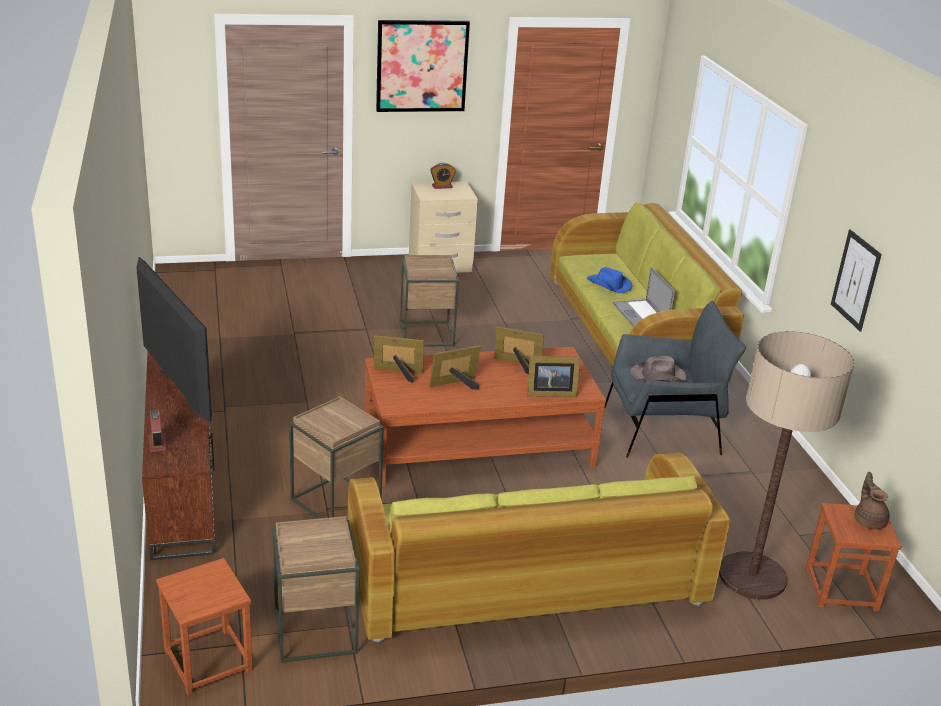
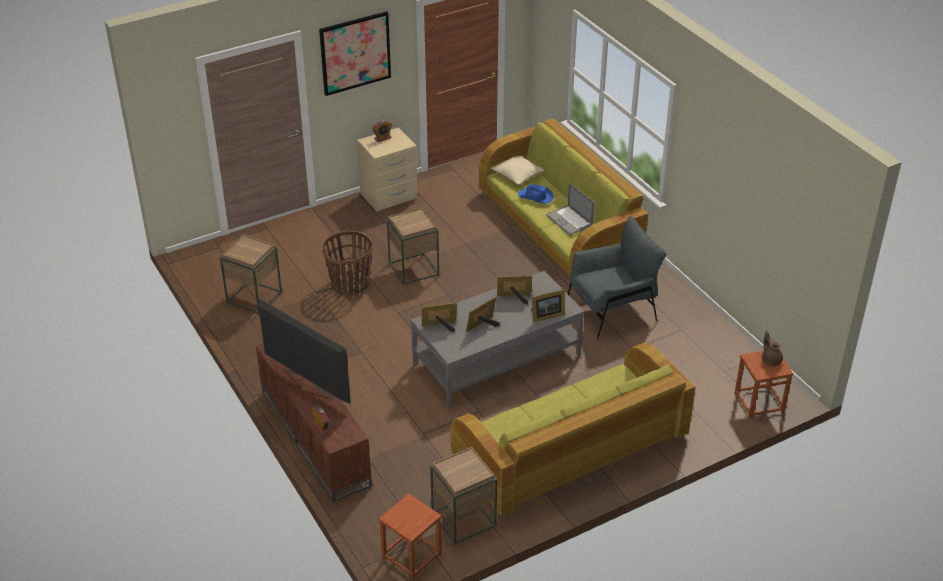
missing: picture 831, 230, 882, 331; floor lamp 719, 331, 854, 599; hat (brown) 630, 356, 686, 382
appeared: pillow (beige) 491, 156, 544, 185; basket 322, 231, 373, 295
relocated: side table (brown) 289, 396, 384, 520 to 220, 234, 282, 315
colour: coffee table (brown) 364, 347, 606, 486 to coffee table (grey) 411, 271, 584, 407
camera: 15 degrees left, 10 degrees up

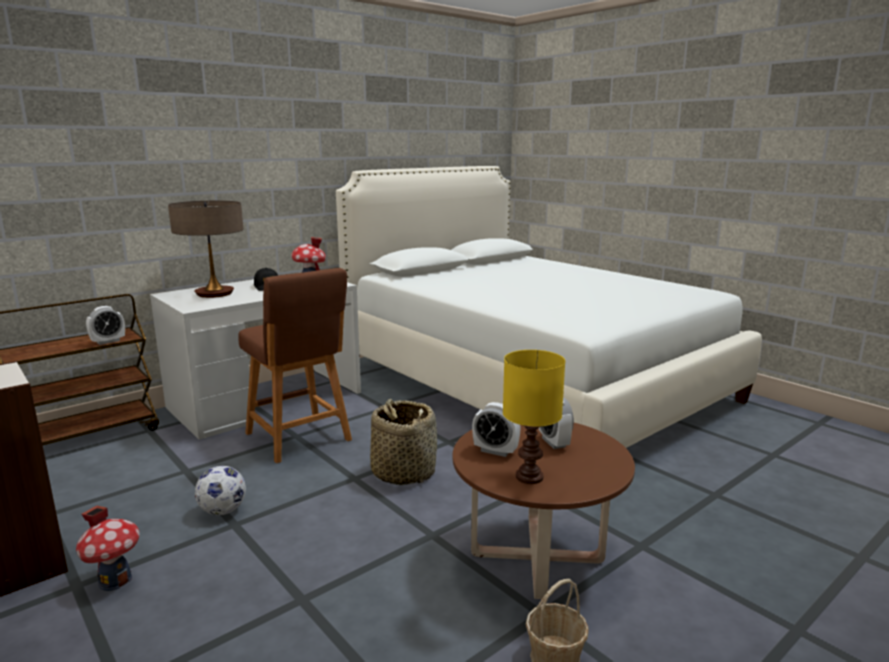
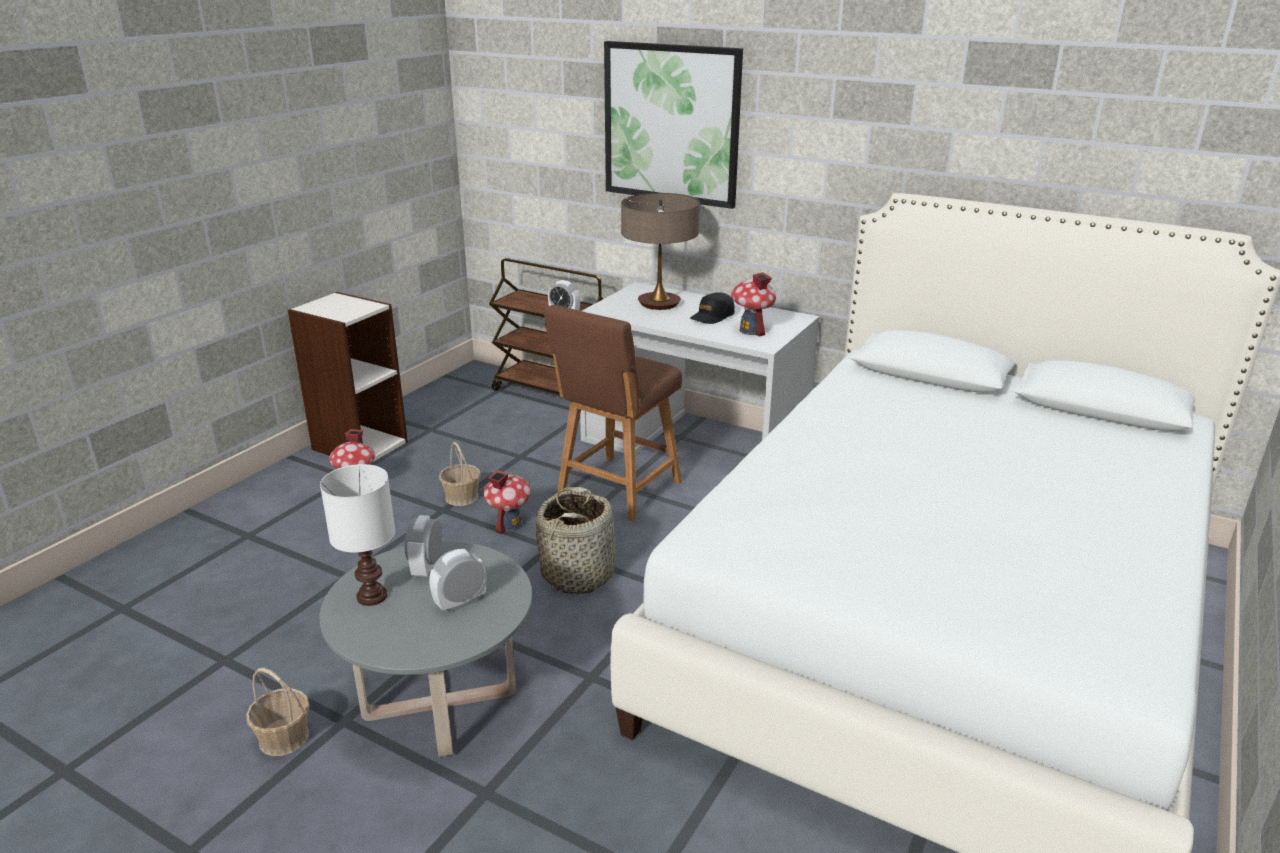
appeared: picture 604, 41, 743, 209; toy house 483, 470, 531, 534
exchanged: football 195, 466, 246, 515 to basket 439, 442, 481, 506
colour: table lamp (yellow) 503, 350, 565, 484 to table lamp (white) 320, 464, 395, 606; coffee table (brown) 453, 423, 635, 599 to coffee table (grey) 319, 541, 532, 757
camera: 70 degrees right, 10 degrees up

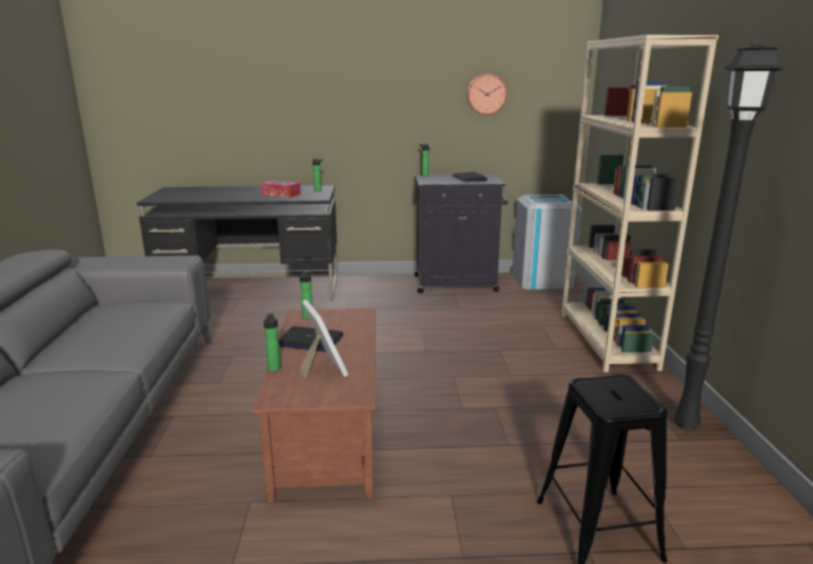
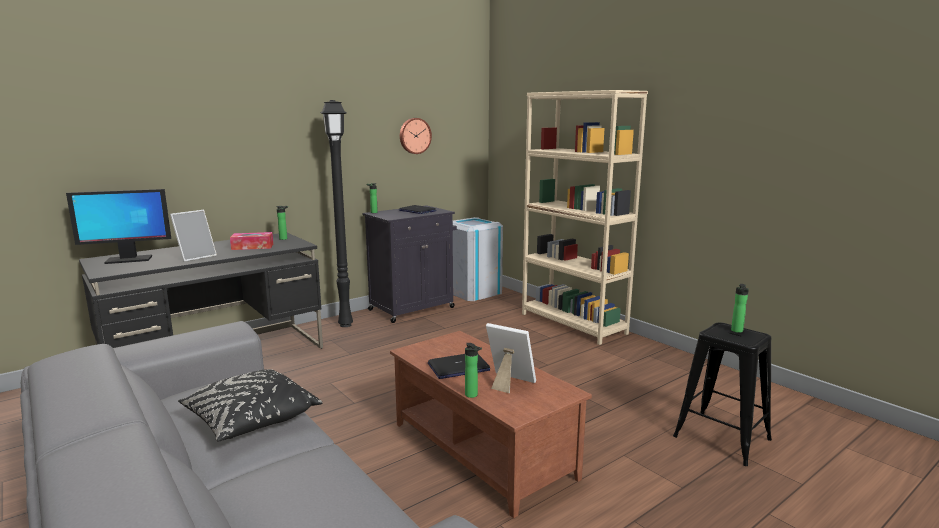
appeared: monitor 66, 189, 171, 264; picture frame 170, 210, 217, 262; pillow (black) 178, 369, 323, 442
relocated: floor lamp (black) 674, 44, 785, 430 to 320, 100, 353, 327; bottle 295, 271, 313, 319 to 731, 284, 749, 333
camera: 35 degrees left, 5 degrees down

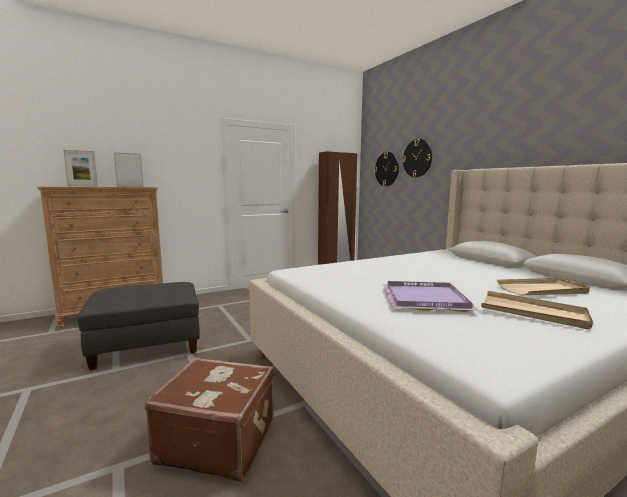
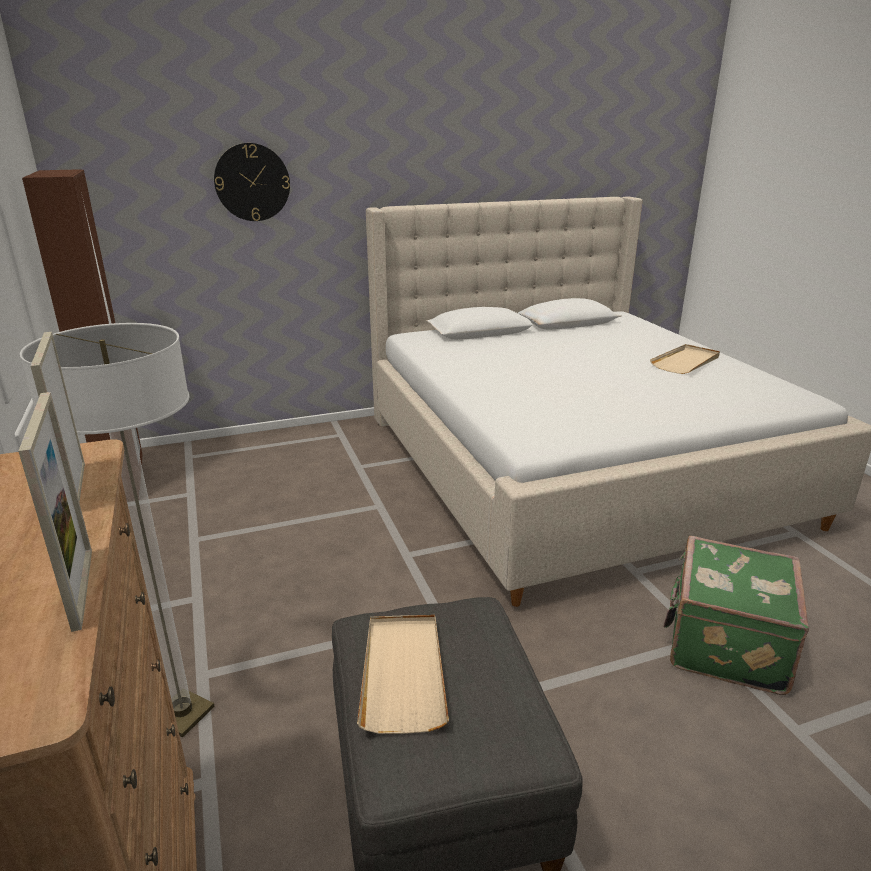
missing: wall clock 374, 152, 399, 186; tray (purple) 383, 281, 479, 312
appeared: floor lamp 20, 323, 215, 737
relocated: tray (beige) 497, 278, 590, 295 to 357, 615, 449, 734
colour: suitcase (brown) 145, 358, 274, 481 to suitcase (green) 663, 536, 809, 695
camera: 80 degrees left, 15 degrees up

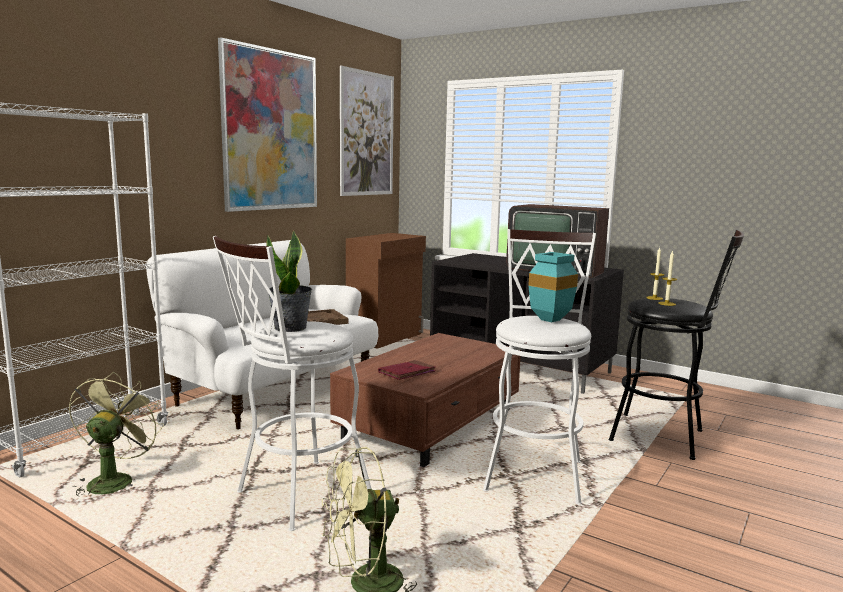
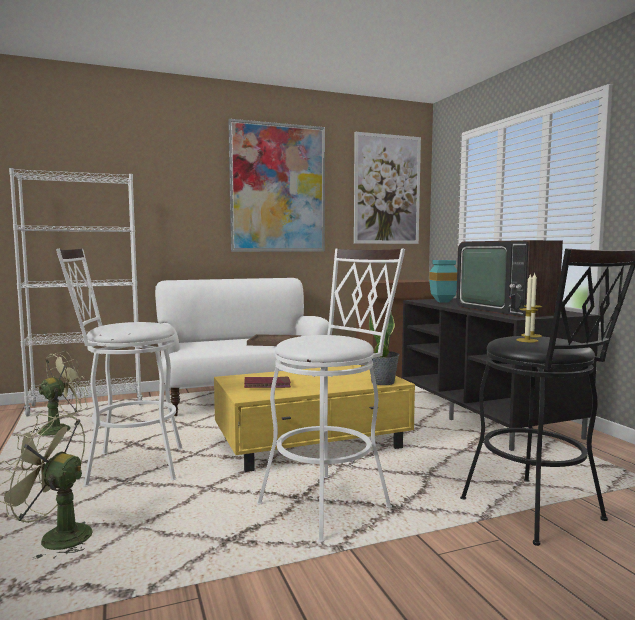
relocated: potted plant 266, 231, 312, 332 to 369, 311, 400, 385; vase (turquoise) 528, 252, 578, 323 to 429, 260, 457, 303
colour: coffee table (brown) 330, 333, 521, 467 to coffee table (yellow) 214, 365, 415, 472
camera: 35 degrees right, 5 degrees down

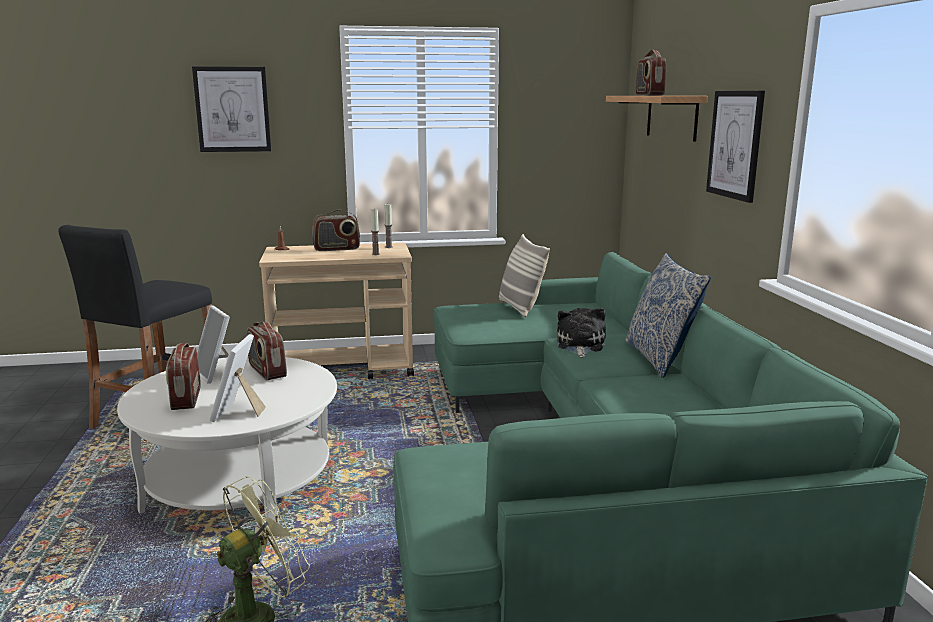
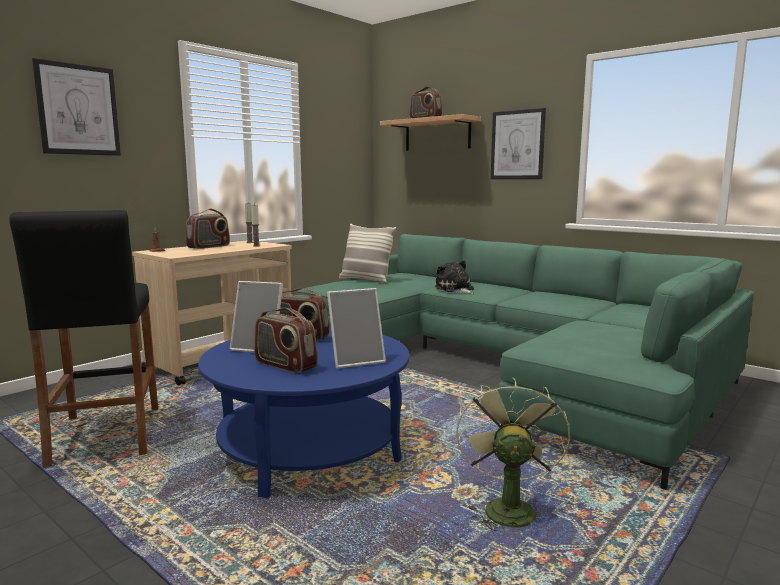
missing: pillow 625, 253, 711, 378
colour: coffee table (white) 117, 357, 337, 523 to coffee table (blue) 198, 327, 410, 498
spun: picture frame 210, 334, 266, 422 = 327, 288, 386, 369 75 degrees counterclockwise
camera: 40 degrees left, 5 degrees down

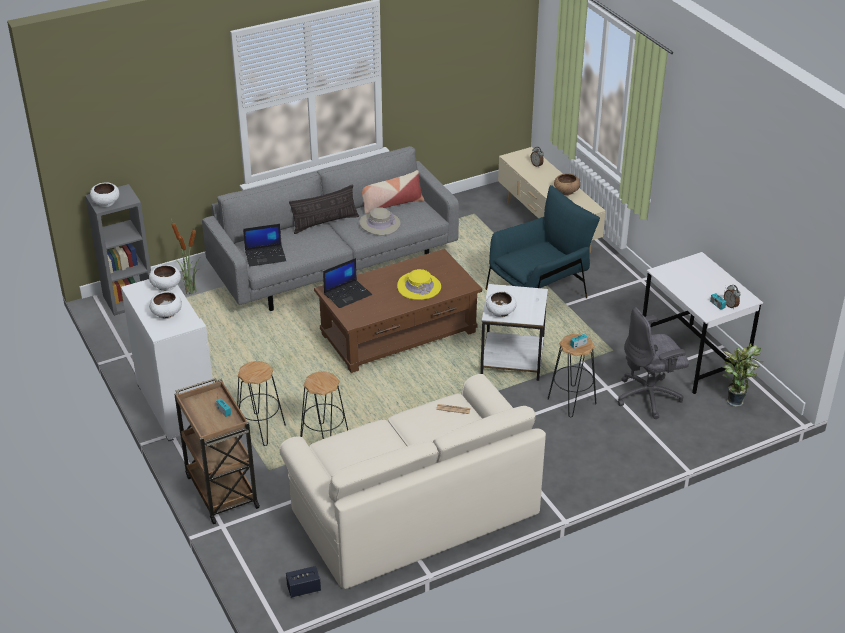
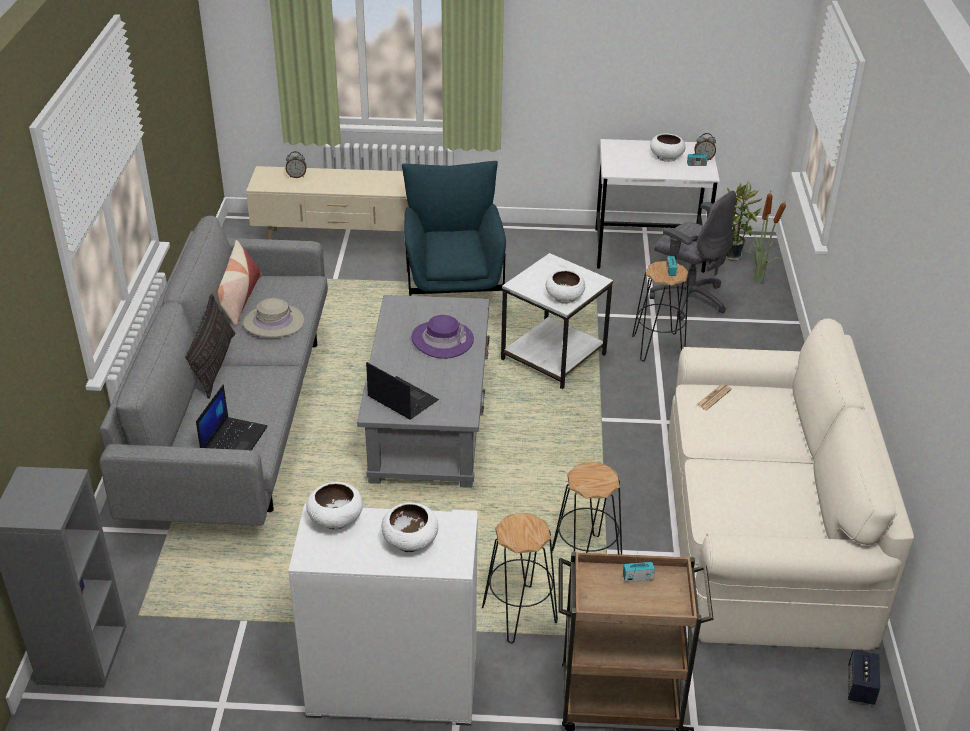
missing: bowl (brown) 554, 174, 580, 195
relocated: bowl (white) 90, 182, 120, 207 to 650, 133, 686, 162; potted plant 171, 219, 200, 294 to 746, 188, 787, 284
colour: coffee table (brown) 314, 249, 482, 373 to coffee table (grey) 357, 295, 490, 488; hat (yellow) 397, 269, 441, 300 to hat (purple) 412, 315, 474, 359
spun: laptop 323, 258, 372, 308 = 366, 362, 439, 420 45 degrees counterclockwise; office chair (grey) 618, 307, 689, 419 = 649, 191, 736, 321 60 degrees counterclockwise
camera: 60 degrees left, 0 degrees up

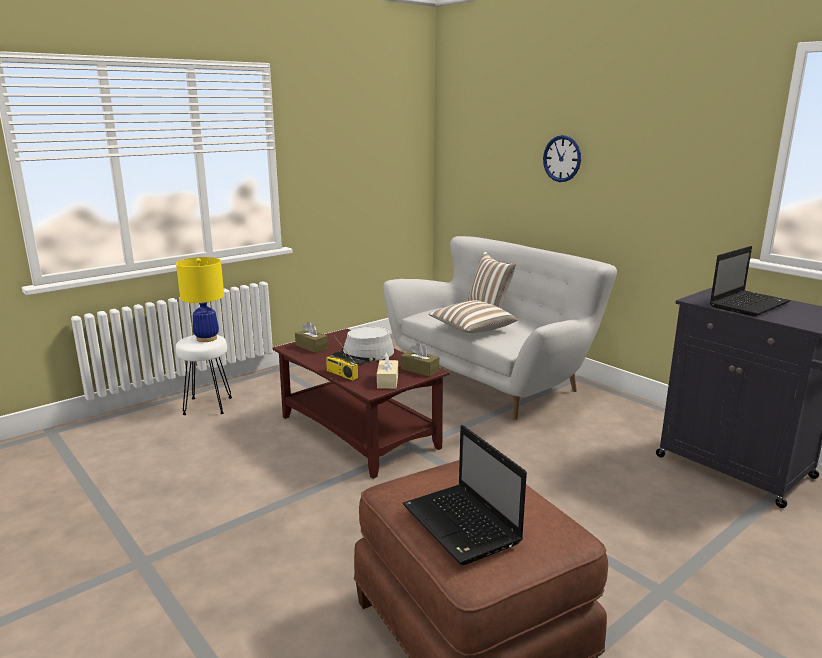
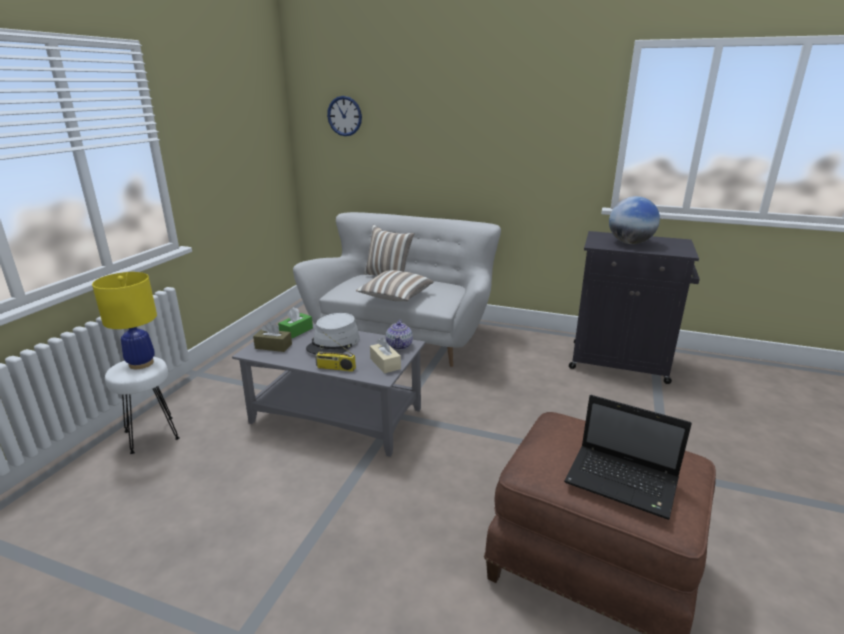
appeared: tissue box (green) 278, 307, 313, 339
relocated: wall clock 543, 135, 581, 182 to 327, 96, 362, 136
exchanged: laptop 710, 246, 790, 316 to globe 609, 196, 660, 244; tissue box (brown) 401, 343, 439, 377 to teapot 386, 320, 413, 350
colour: coffee table (brown) 272, 329, 450, 479 to coffee table (grey) 232, 324, 425, 457
camera: 30 degrees left, 5 degrees up

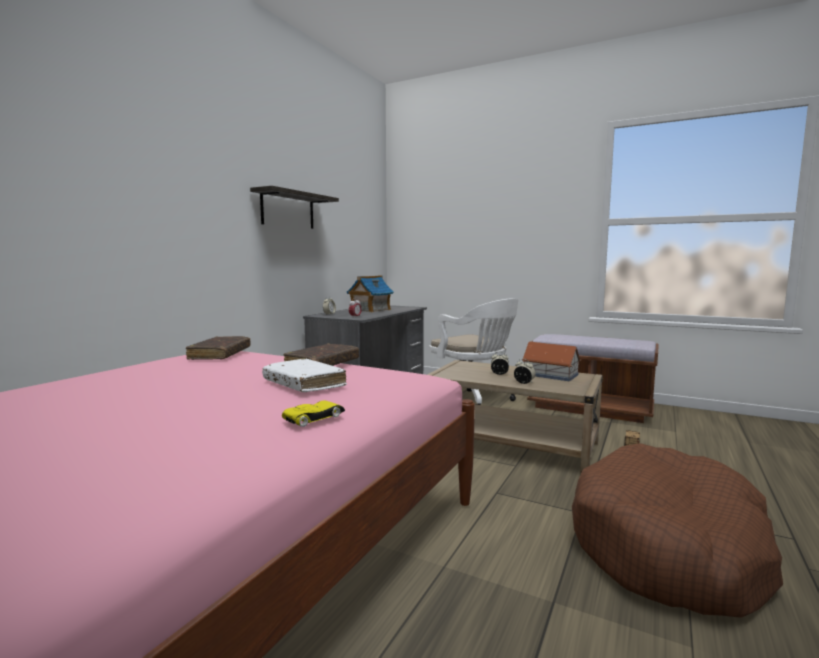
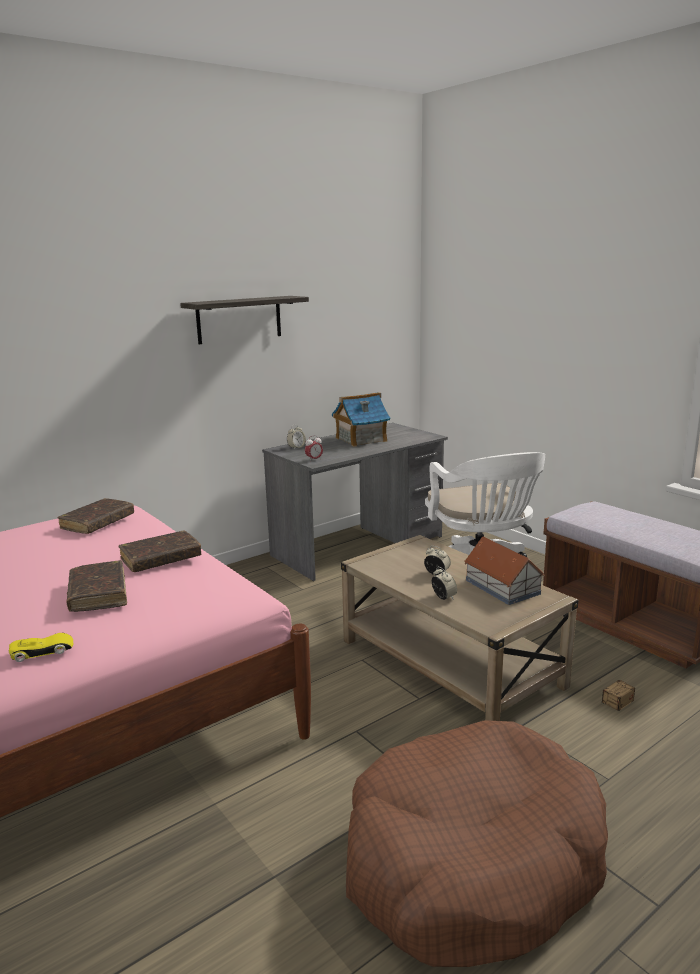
colour: book (white) 262, 358, 347, 392 to book (brown) 66, 560, 127, 612
camera: 25 degrees right, 10 degrees up

